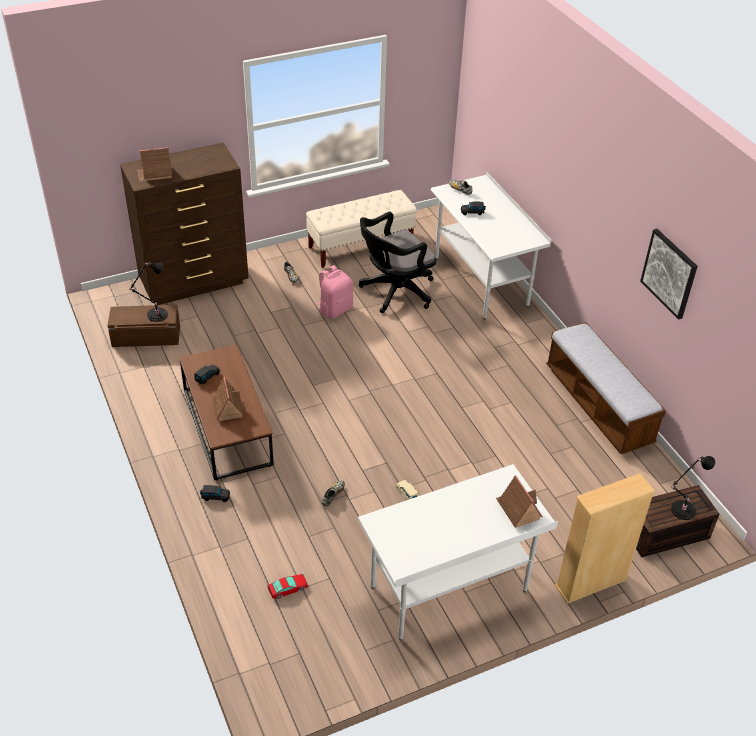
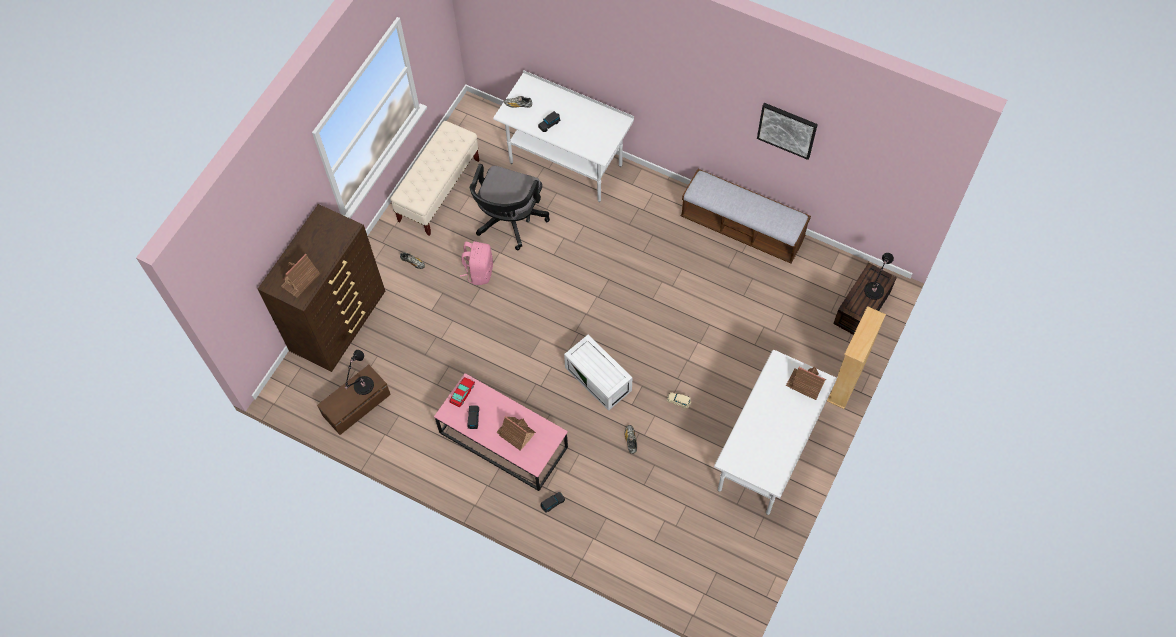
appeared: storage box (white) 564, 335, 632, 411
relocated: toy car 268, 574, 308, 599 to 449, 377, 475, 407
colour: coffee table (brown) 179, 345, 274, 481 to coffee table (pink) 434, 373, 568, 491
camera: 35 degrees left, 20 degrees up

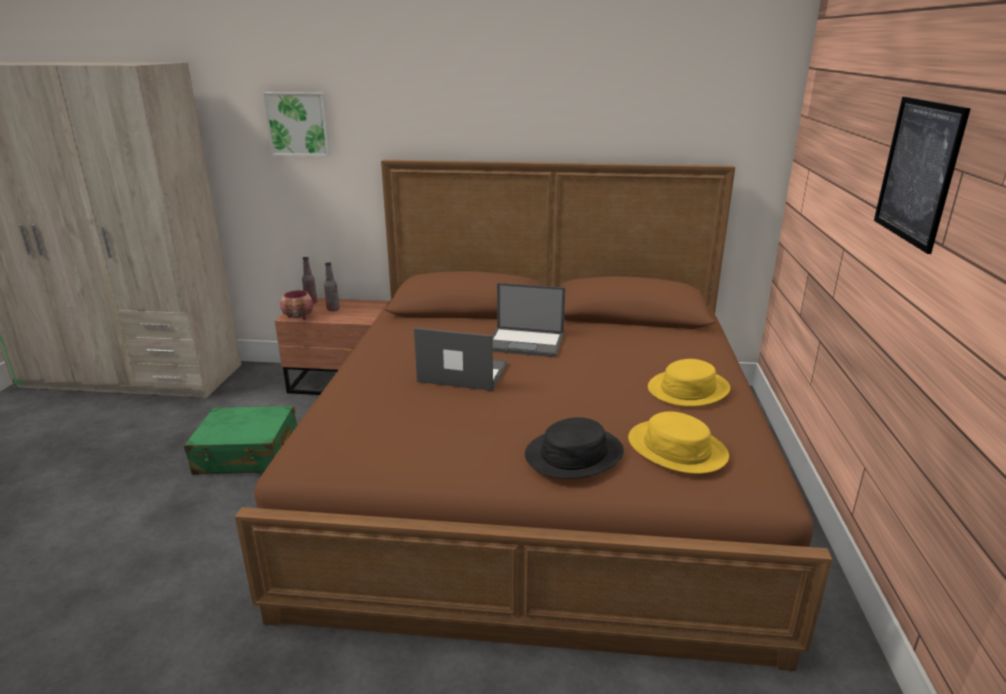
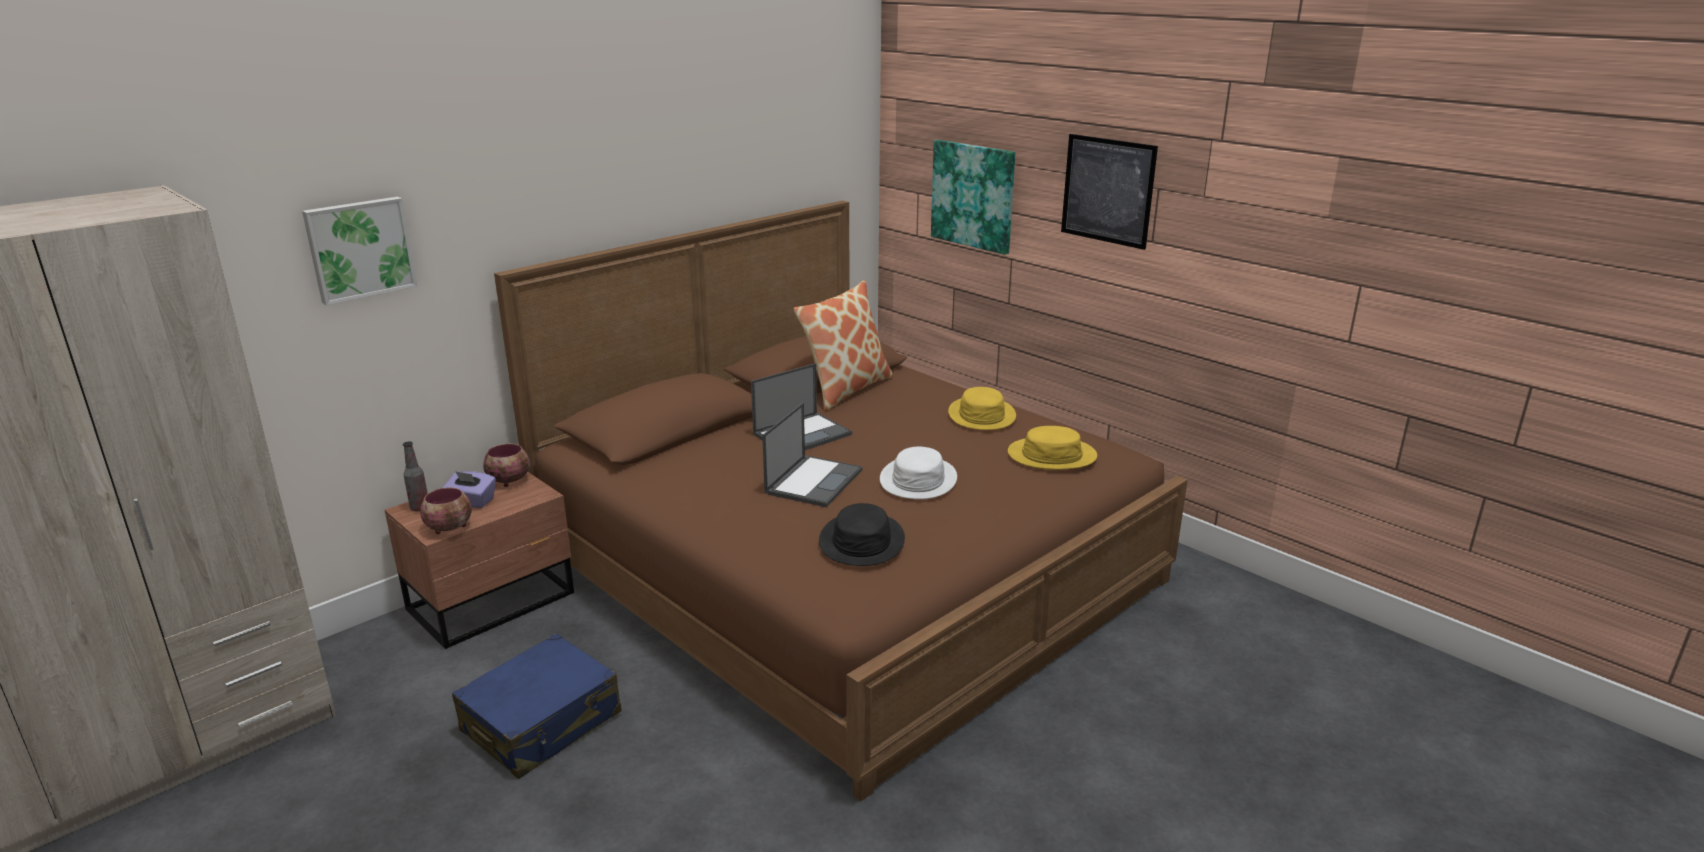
appeared: picture 931, 140, 1015, 255; pillow 794, 280, 893, 411; bowl 483, 443, 530, 487; hat (white) 880, 447, 957, 499
relocated: hat (black) 525, 417, 624, 479 to 819, 503, 905, 566
exchanged: bottle 324, 262, 340, 311 to tissue box (purple) 443, 471, 496, 508
colour: suitcase (green) 184, 405, 297, 475 to suitcase (blue) 452, 633, 622, 779
spun: laptop 414, 328, 508, 391 = 762, 403, 862, 507 150 degrees clockwise
camera: 50 degrees left, 0 degrees up

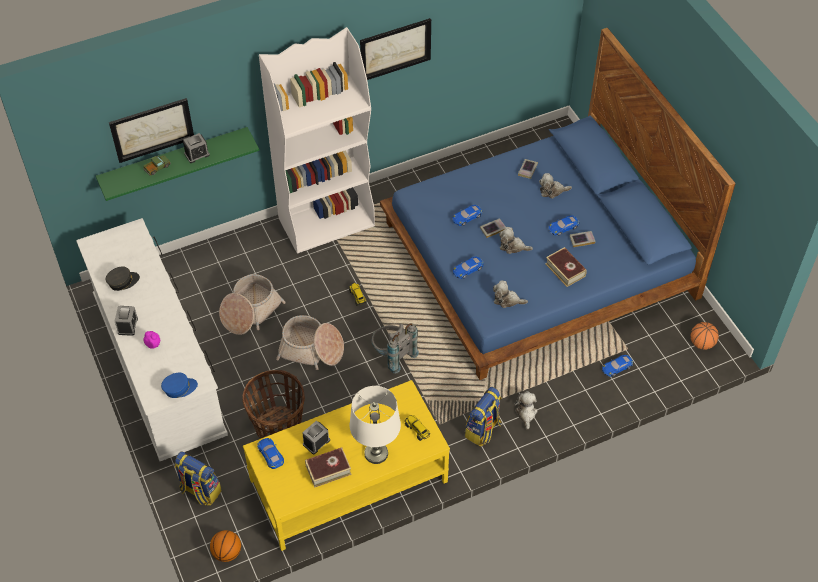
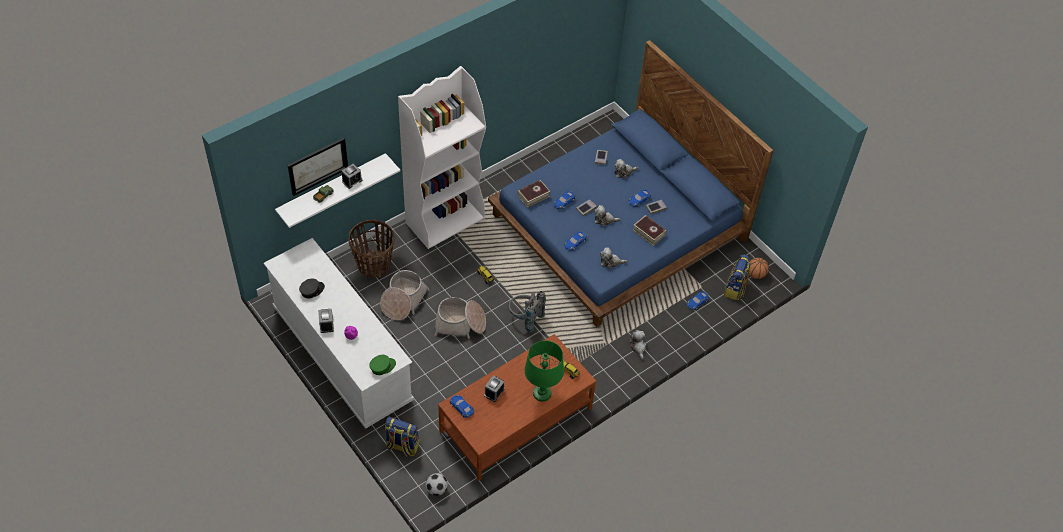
missing: picture 360, 18, 431, 80
relocated: basket 242, 370, 305, 439 to 348, 220, 394, 278; backpack 465, 387, 502, 447 to 724, 254, 750, 301; book 305, 447, 352, 488 to 518, 180, 550, 208
exchanged: basketball 210, 530, 241, 562 to football 426, 473, 448, 496
colour: shelf (green) 96, 127, 259, 201 to shelf (white) 275, 153, 400, 228; cap (blue) 161, 373, 198, 398 to cap (green) 369, 355, 396, 375; coffee table (yellow) 243, 380, 450, 551 to coffee table (brown) 438, 334, 596, 481; table lamp (white) 350, 386, 401, 464 to table lamp (green) 525, 340, 564, 402
camera: 15 degrees left, 0 degrees up

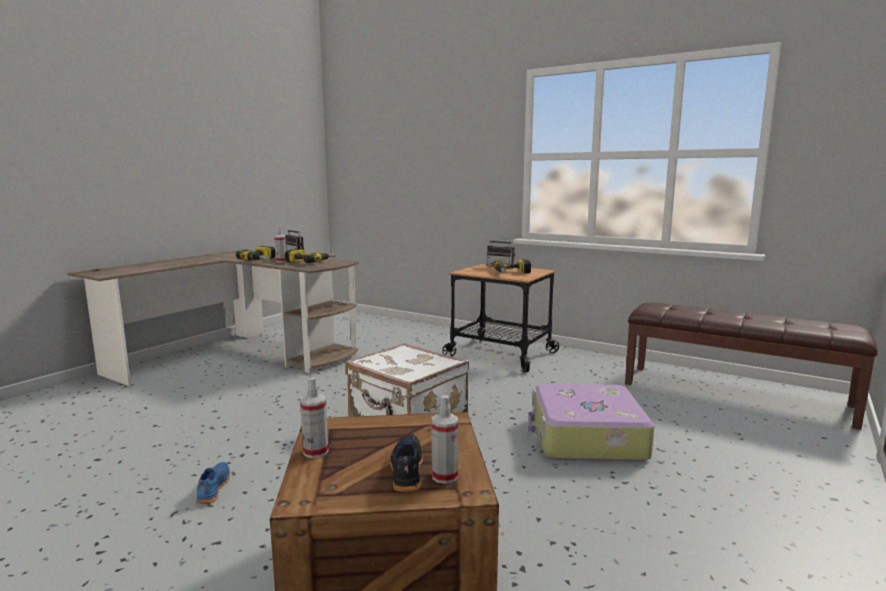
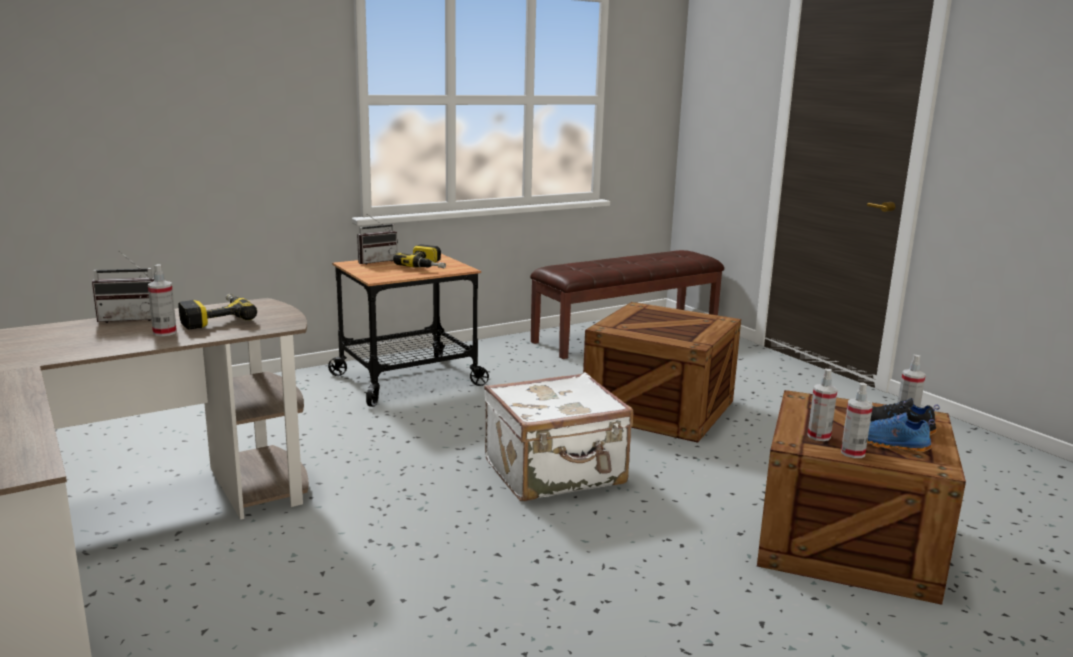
missing: power drill 236, 246, 275, 260
appeared: spray bottle 808, 368, 838, 441
relocated: shoe (blue) 196, 462, 230, 504 to 867, 412, 935, 453
exchanged: suitcase 528, 384, 654, 461 to crate 583, 302, 741, 443
camera: 65 degrees left, 5 degrees up

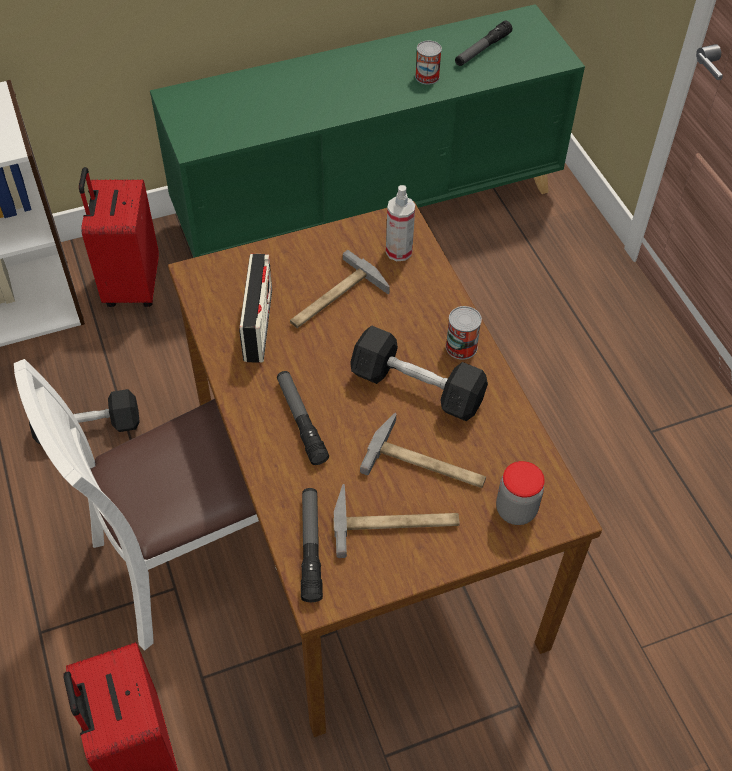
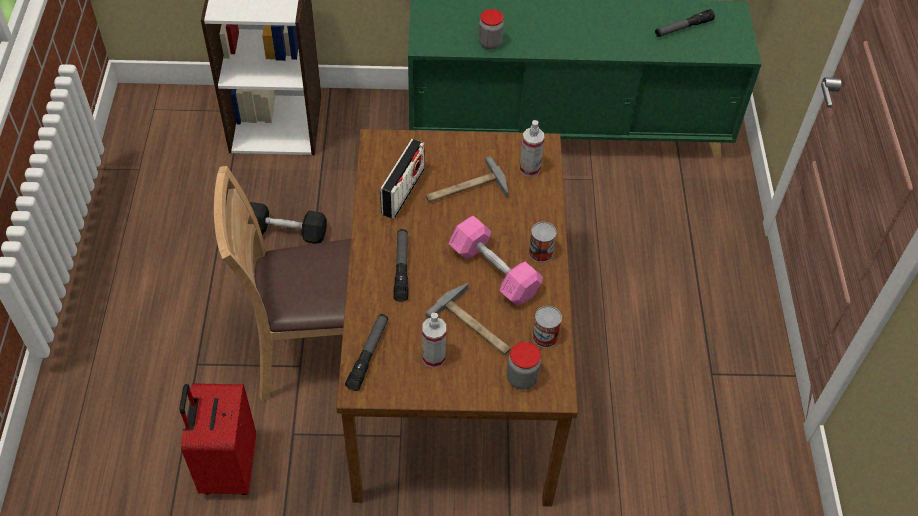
missing: suitcase (red) 79, 167, 159, 307
appeared: jar 478, 9, 504, 49
relocated: can 415, 41, 442, 85 to 532, 306, 562, 348
exchanged: hammer 333, 484, 460, 558 to spray bottle 422, 313, 446, 368
colour: dumbbell (black) 350, 325, 488, 421 to dumbbell (pink) 449, 216, 543, 306; chair (white) 14, 359, 277, 651 to chair (brown) 214, 166, 351, 401
camera: 20 degrees right, 0 degrees up

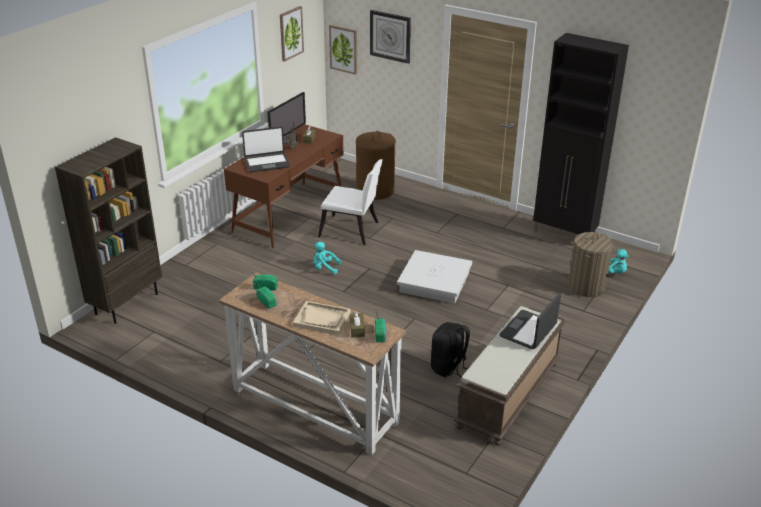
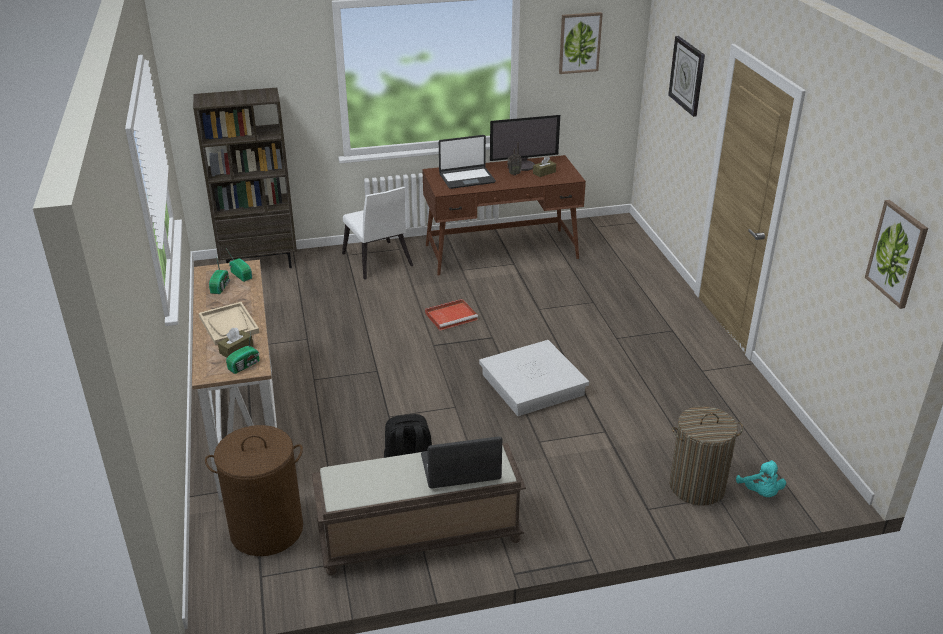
missing: cabinet (black) 533, 33, 629, 234
relocated: picture 329, 25, 357, 75 to 865, 200, 928, 309; laundry basket (brown) 356, 131, 396, 200 to 205, 425, 303, 556; chair (white) 318, 159, 383, 245 to 342, 187, 413, 280
exchanged: plush toy (turquoise) 314, 242, 341, 274 to tray (red) 425, 299, 478, 330
spun: laptop 242, 127, 290, 172 = 439, 135, 496, 189 45 degrees counterclockwise
camera: 45 degrees right, 0 degrees up

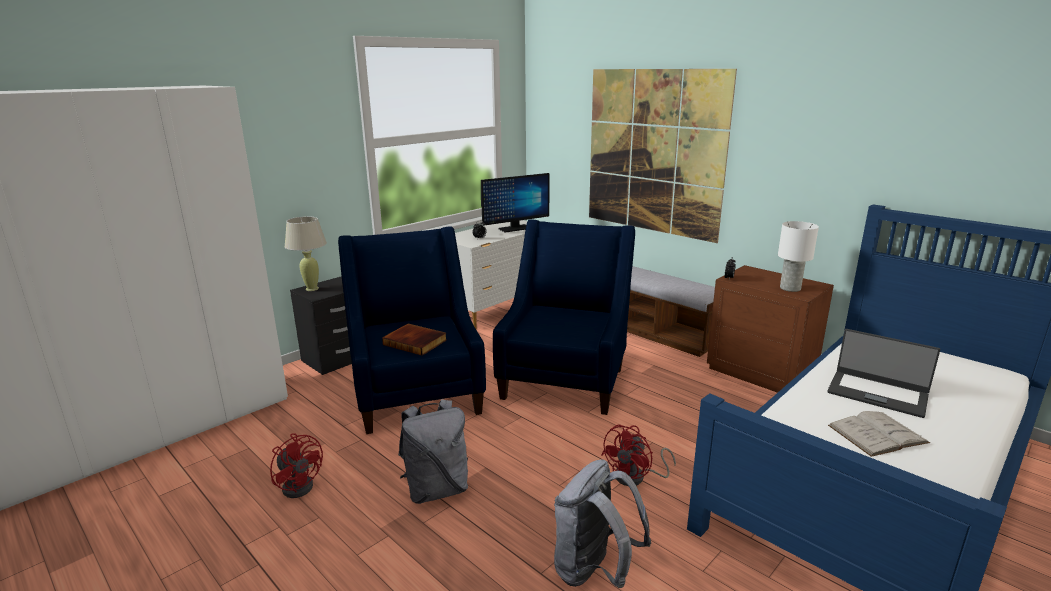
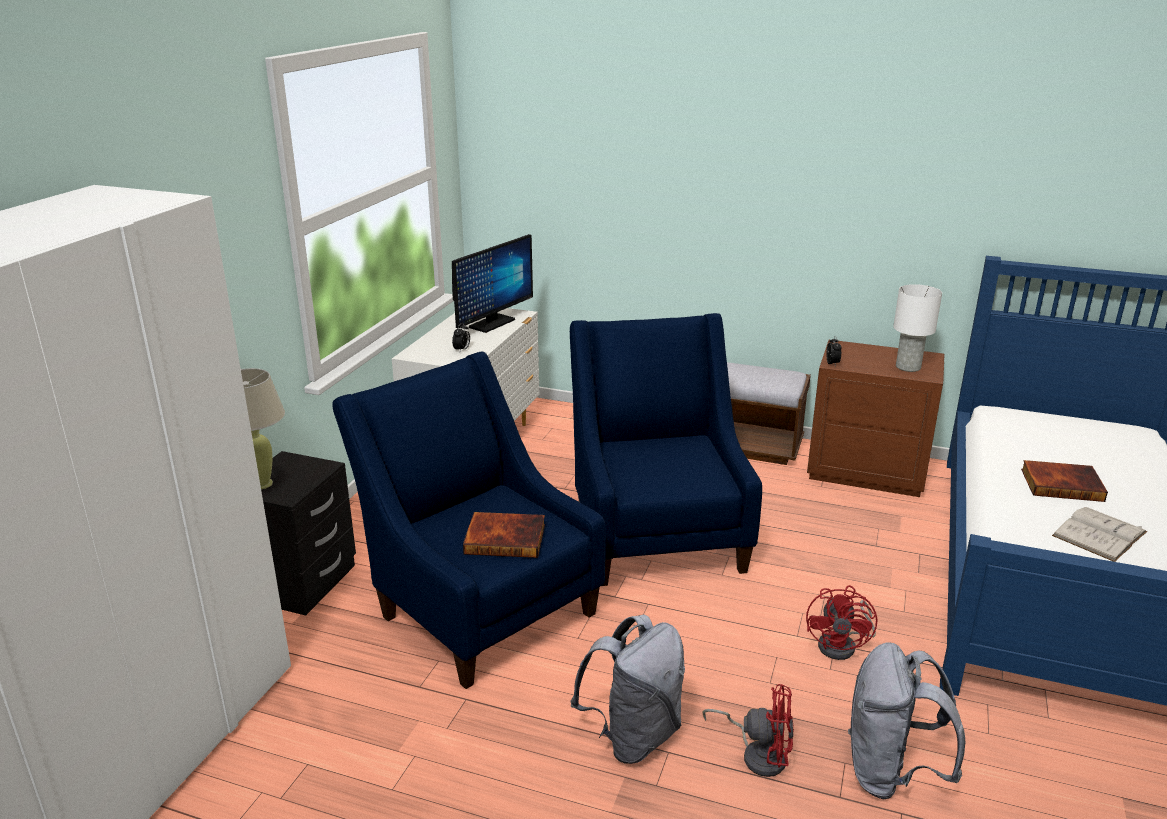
missing: picture 589, 69, 737, 243
relocated: fan (red) 270, 433, 323, 498 to 702, 684, 794, 777
exchanged: laptop 827, 329, 940, 418 to book 1021, 460, 1108, 502
camera: 25 degrees left, 5 degrees up

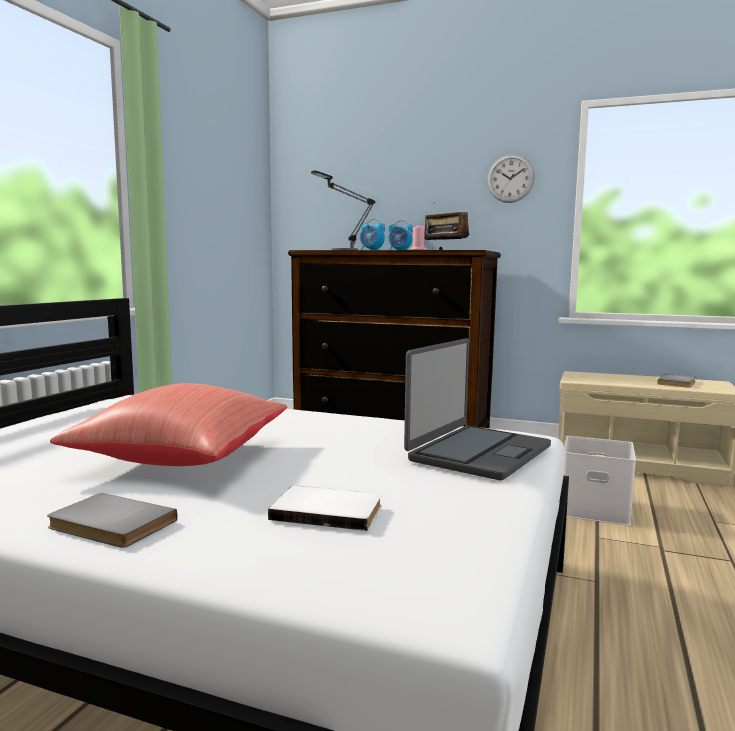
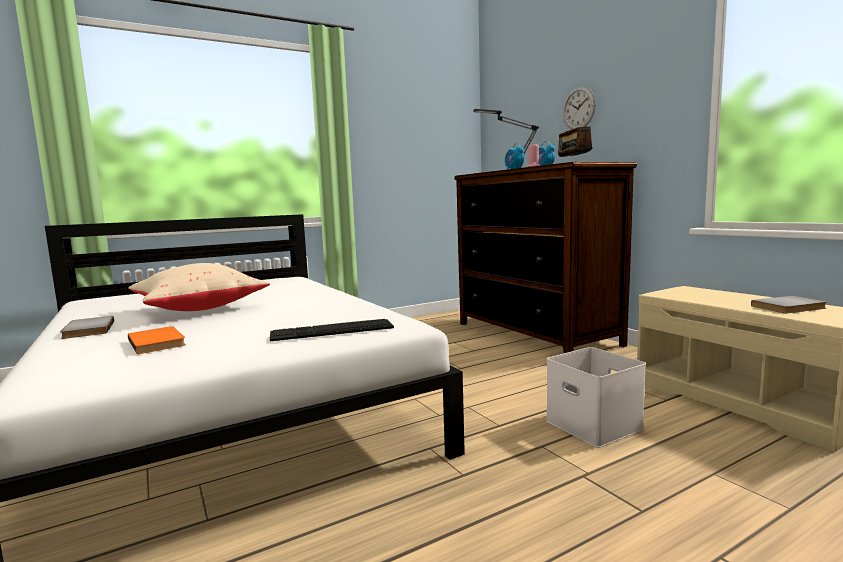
relocated: wall clock 487, 154, 535, 203 to 563, 86, 596, 129
exchanged: laptop 404, 338, 551, 480 to keyboard 270, 319, 394, 341
colour: pillow (red) 50, 383, 287, 466 to pillow (beige) 128, 263, 270, 311; book (white) 268, 486, 381, 531 to book (orange) 128, 326, 186, 354
camera: 40 degrees right, 0 degrees up

